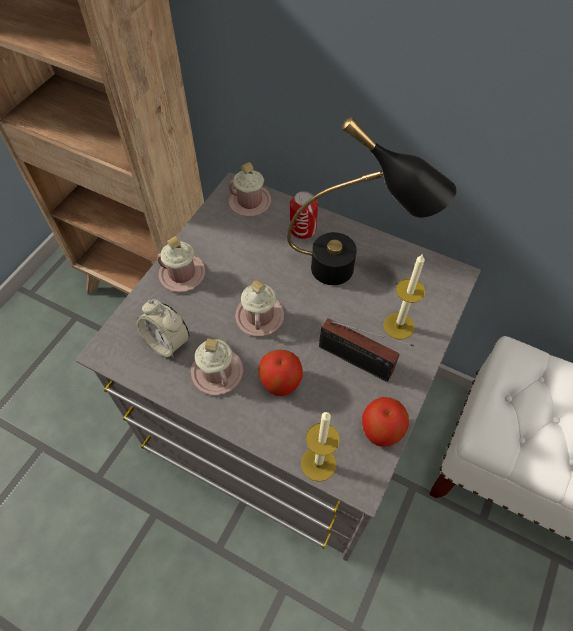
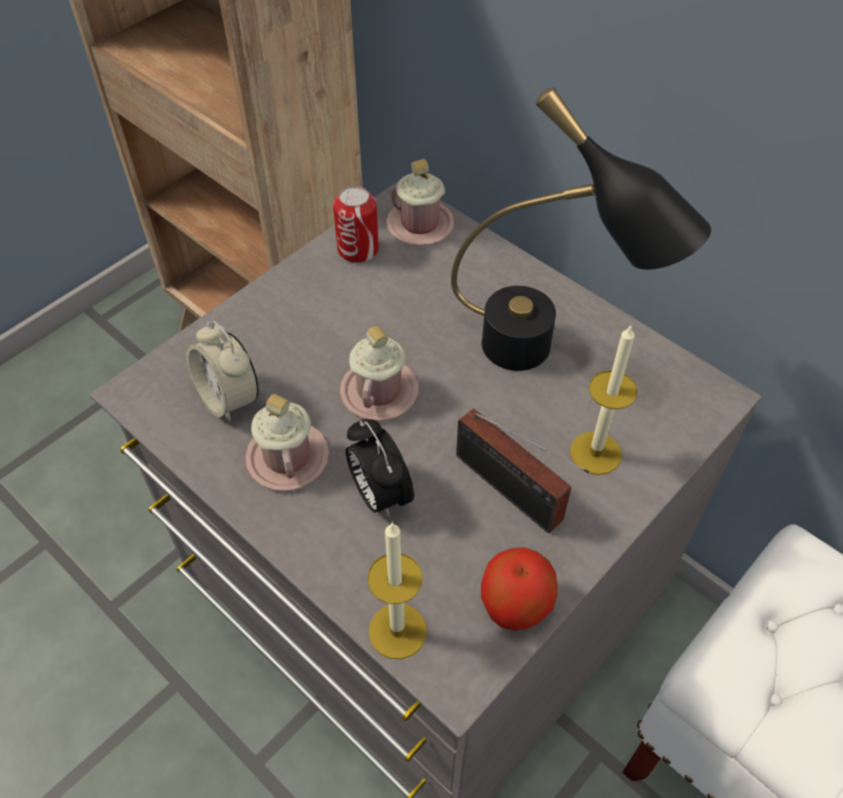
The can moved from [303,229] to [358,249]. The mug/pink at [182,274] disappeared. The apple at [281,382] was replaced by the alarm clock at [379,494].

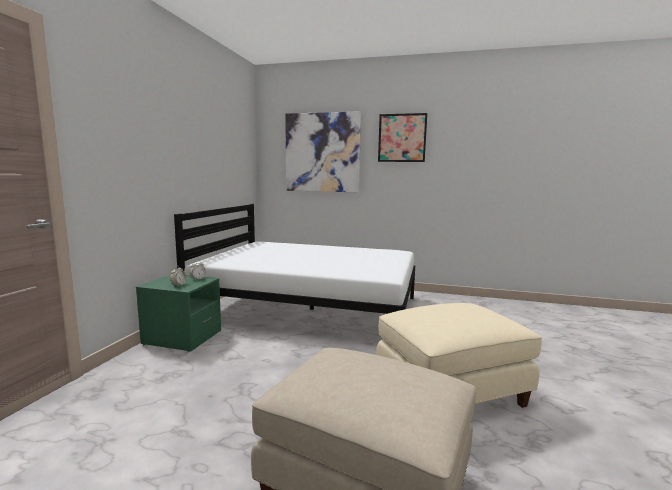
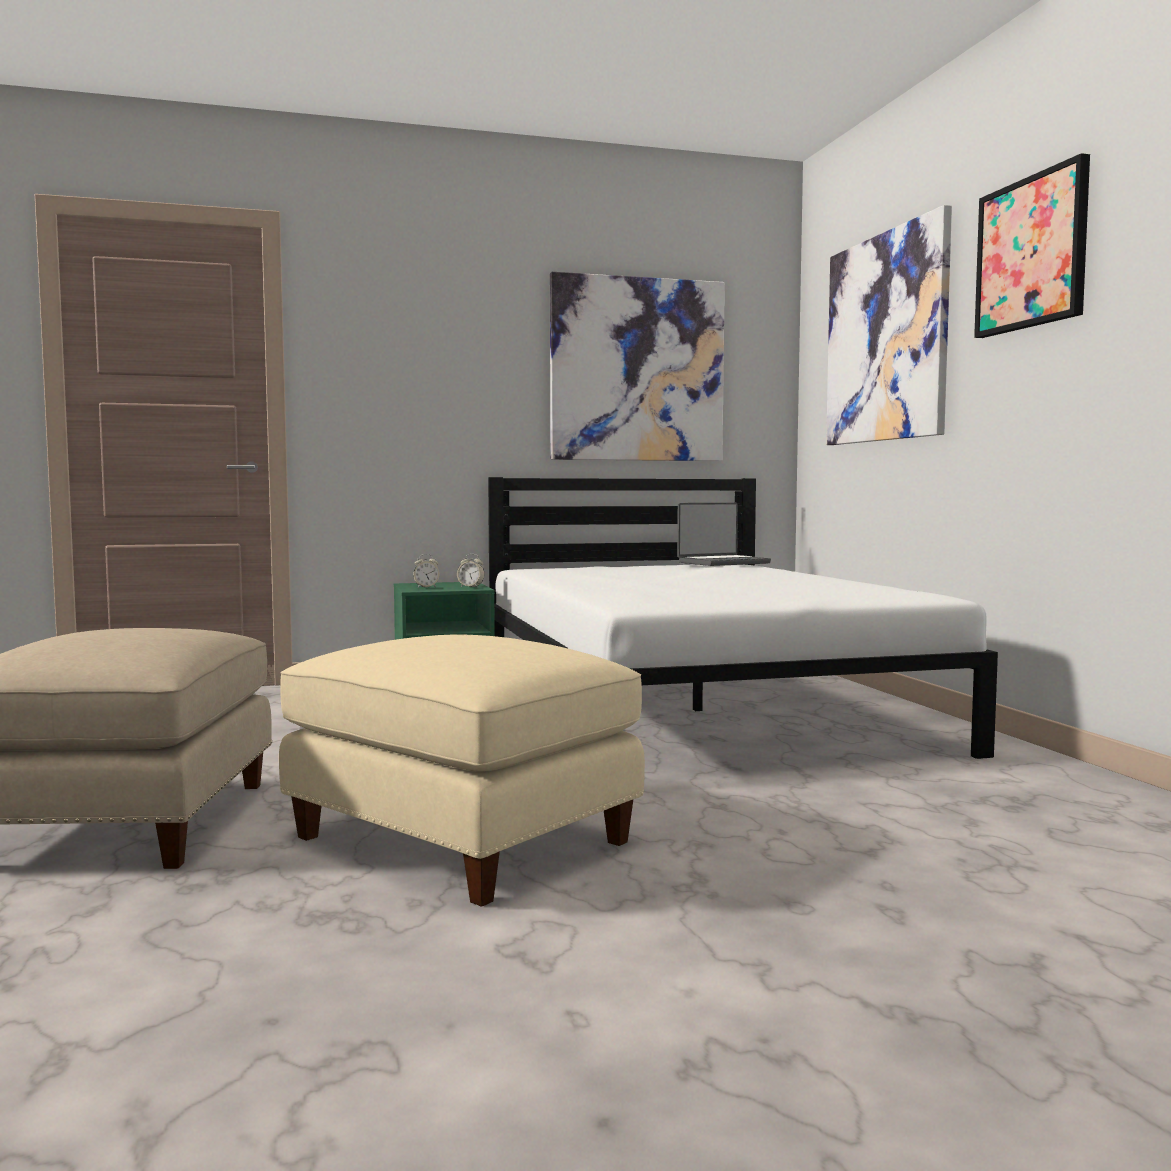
The picture at [637,370] appeared. The laptop at [722,563] appeared.

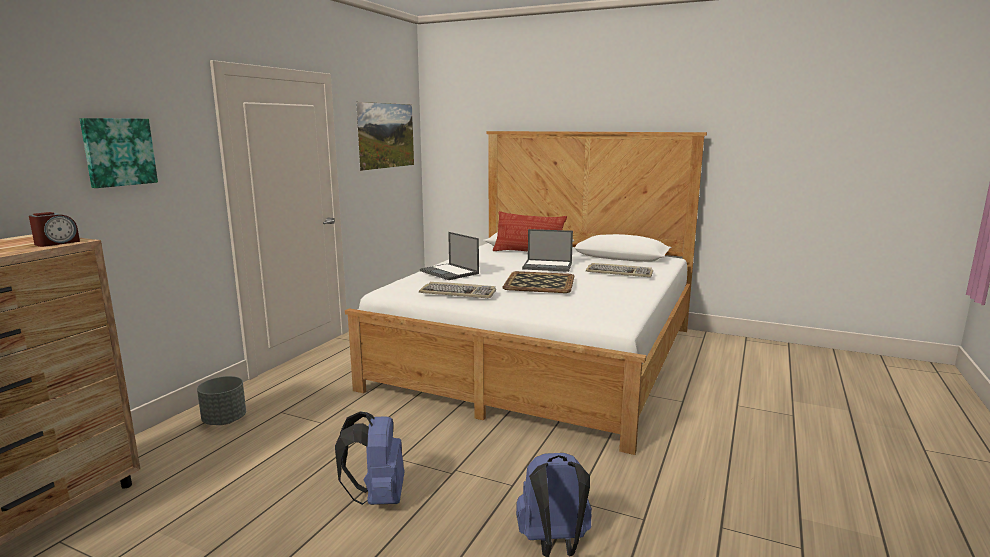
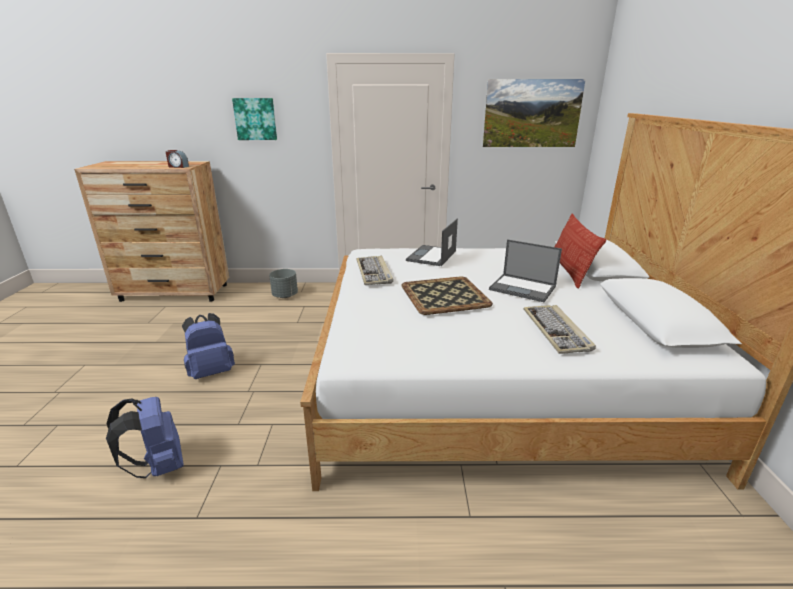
The laptop at [548,266] turned 45 degrees counterclockwise.

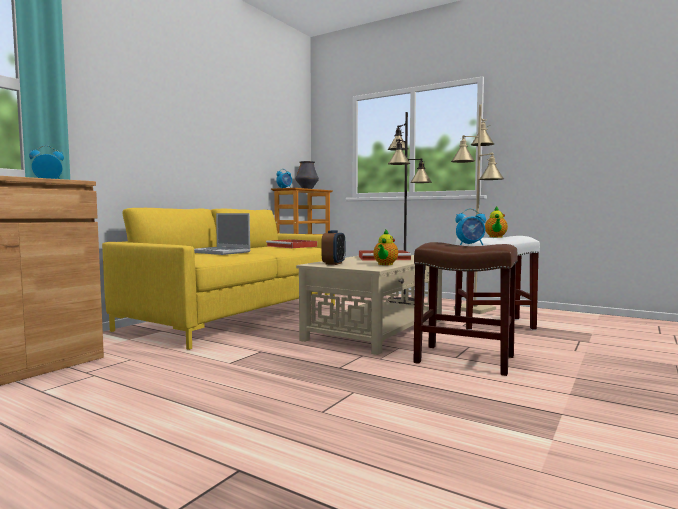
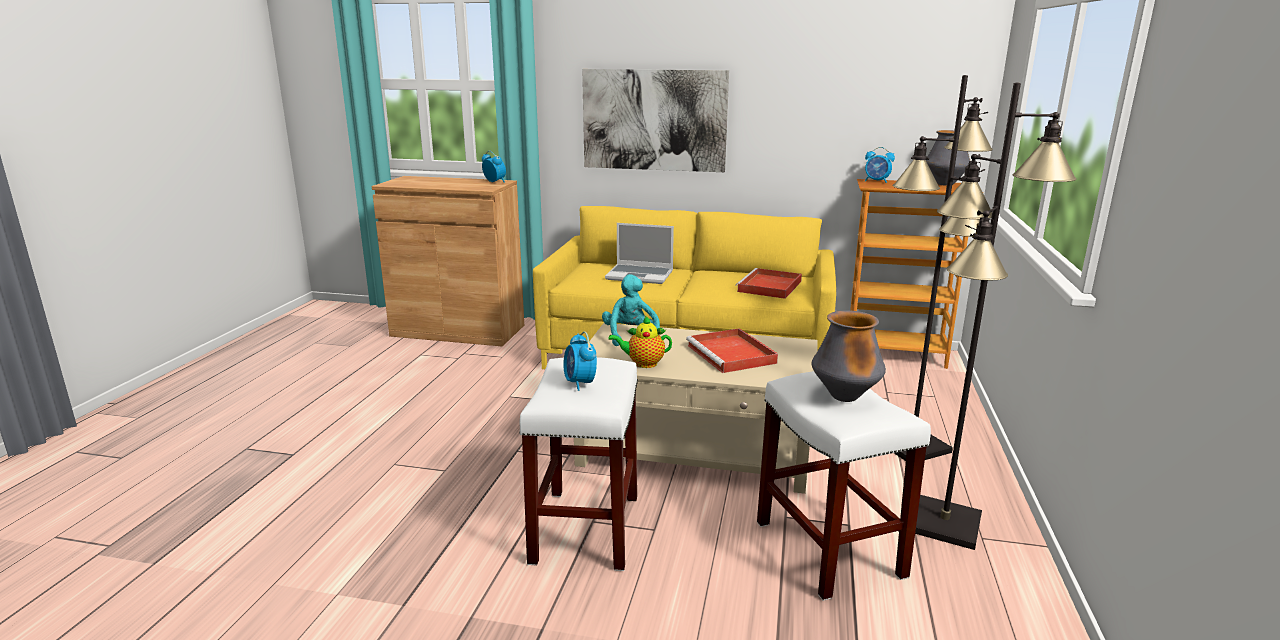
The floor lamp/beige at [475,309] became the floor lamp/black at [944,524]. The teapot at [495,237] was replaced by the vase at [845,397]. The laptop at [221,252] turned 90 degrees counterclockwise. The alarm clock at [333,263] was replaced by the plush toy/turquoise at [630,337]. The stool/brown at [465,359] became the stool/white at [586,529]. The picture at [654,120] appeared.

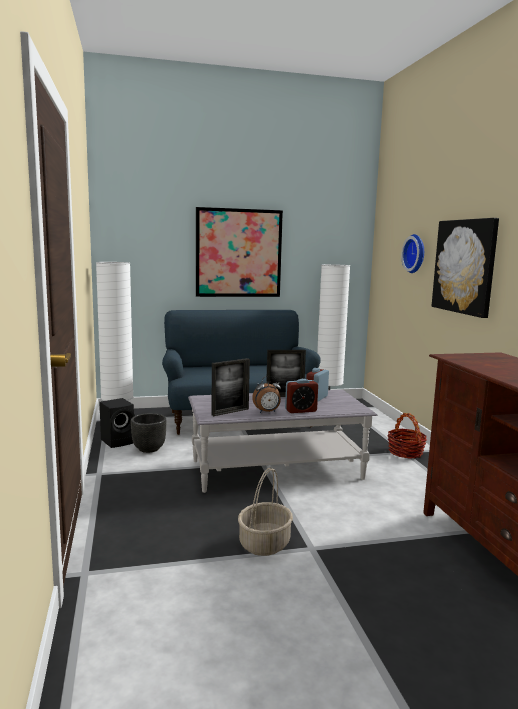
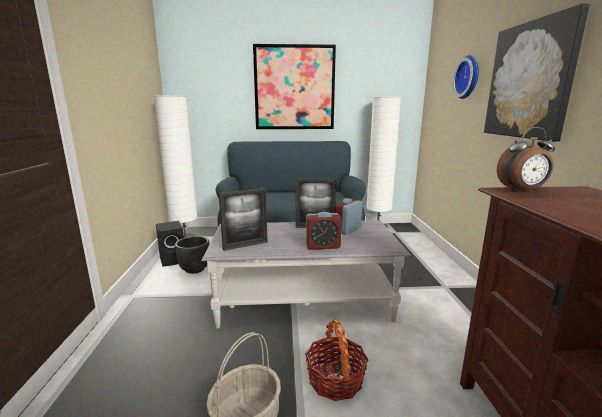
The alarm clock moved from [267,412] to [522,190]. The basket moved from [405,452] to [335,380].

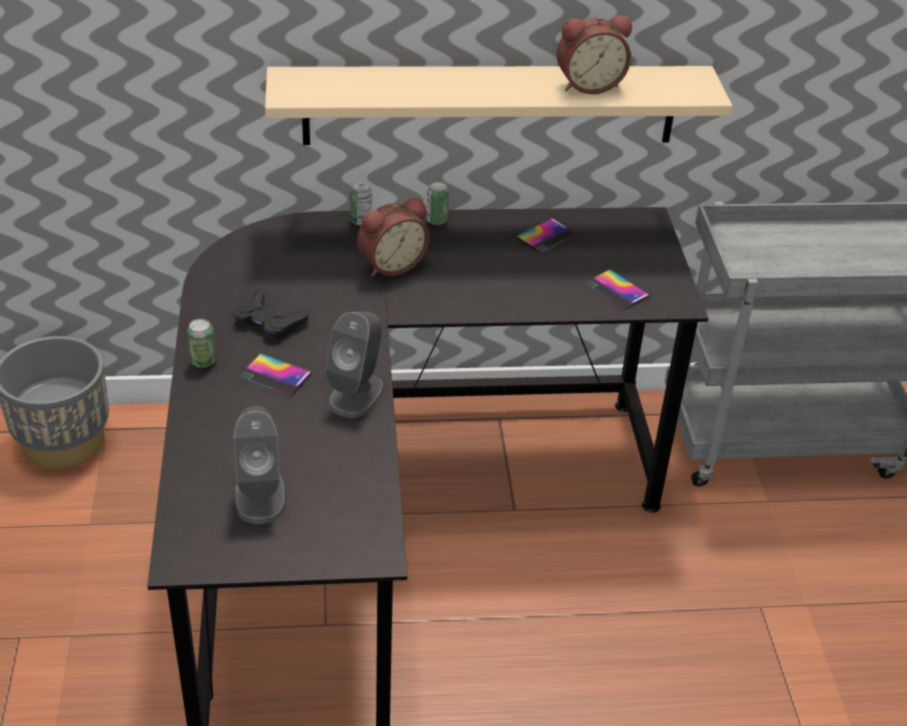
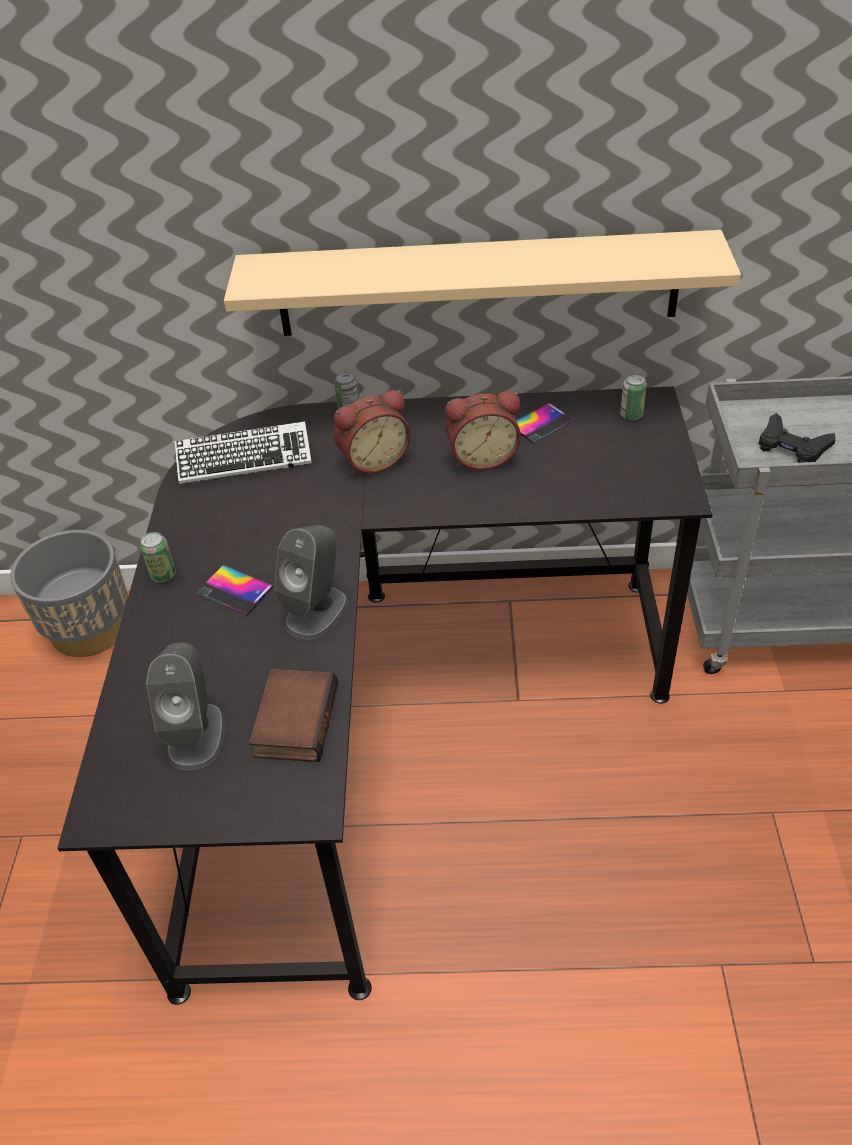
The alarm clock moved from [588,84] to [482,457]. The can moved from [436,220] to [631,415]. The phone at [616,290] disappeared. The game controller/black moved from [268,322] to [792,446]. The keyboard at [244,460] appeared. The book at [293,720] appeared.

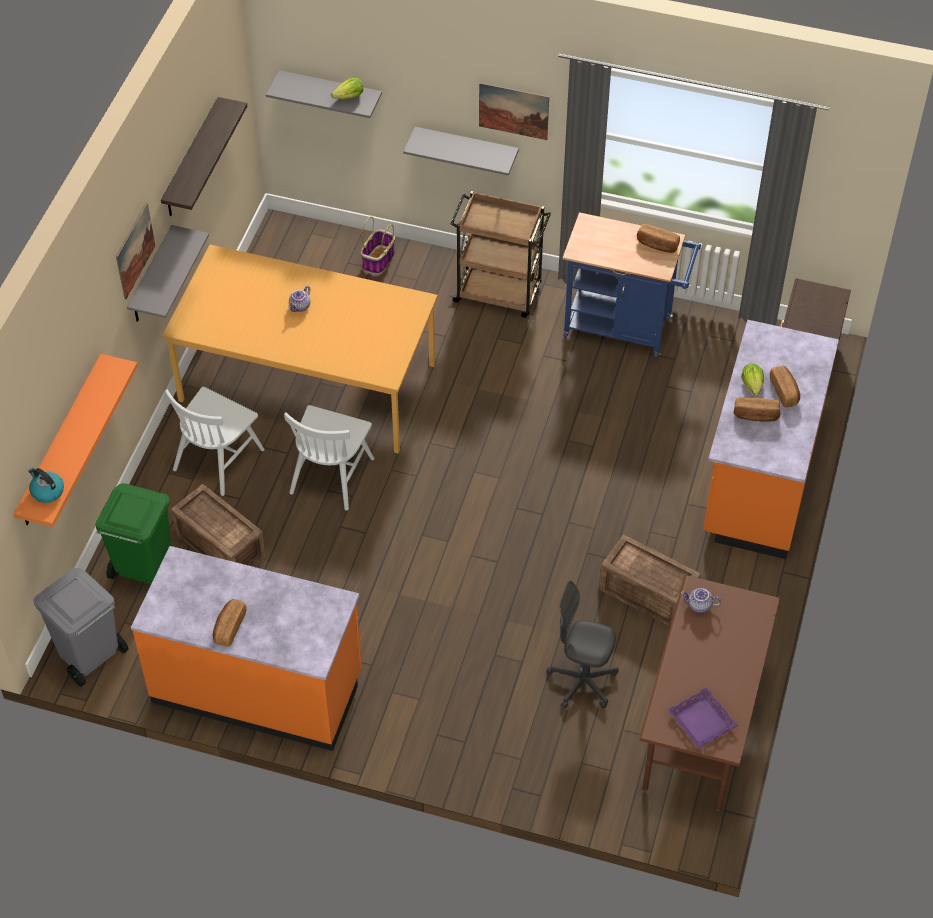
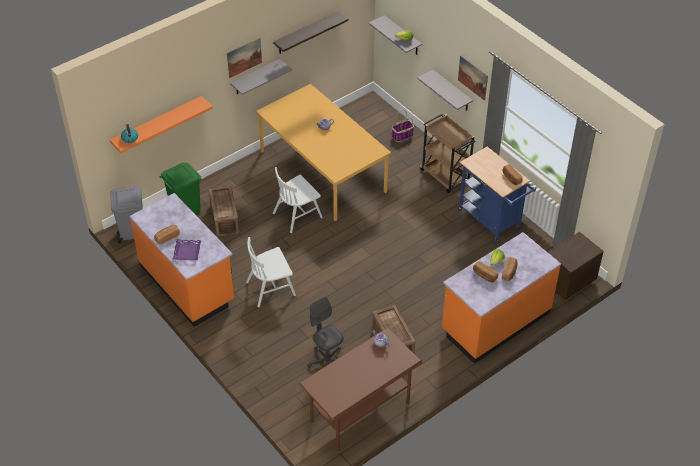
The chair/white moved from [218,459] to [271,288]. The tray/purple moved from [701,721] to [187,252].

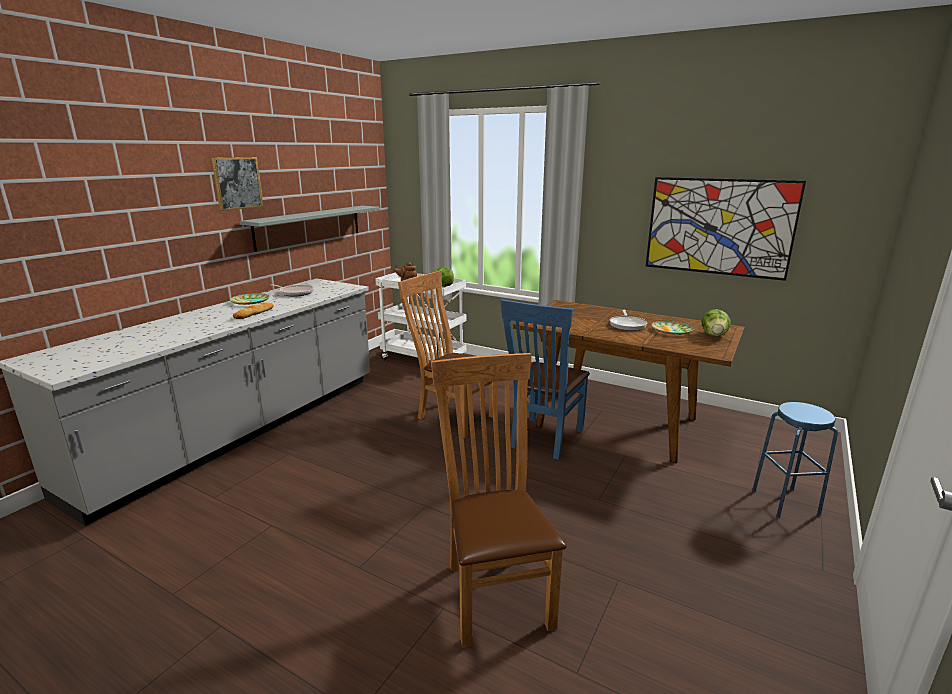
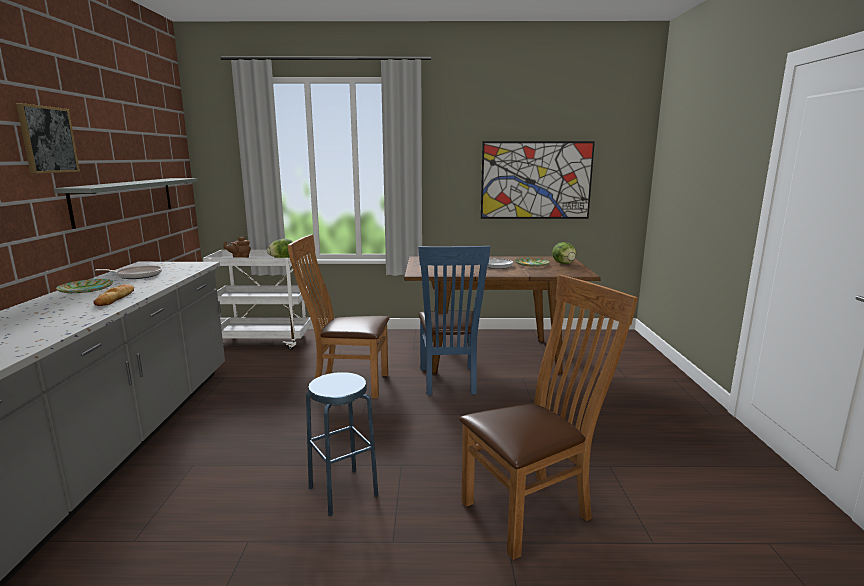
The chair/brown at [494,590] turned 105 degrees clockwise. The stool/blue moved from [785,502] to [343,491].

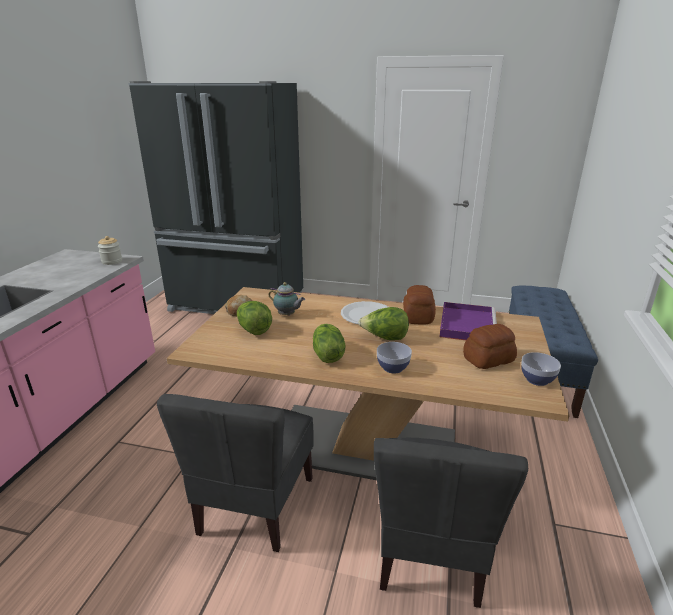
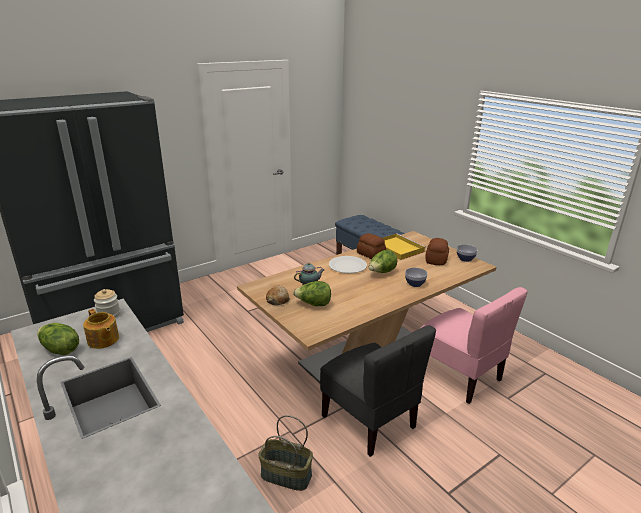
The tray/purple at [466,324] became the tray/yellow at [397,248]. The lettuce moved from [327,355] to [60,350]. The chair/grey at [429,551] became the chair/pink at [460,376]. The teapot at [103,340] appeared. The basket at [285,476] appeared.

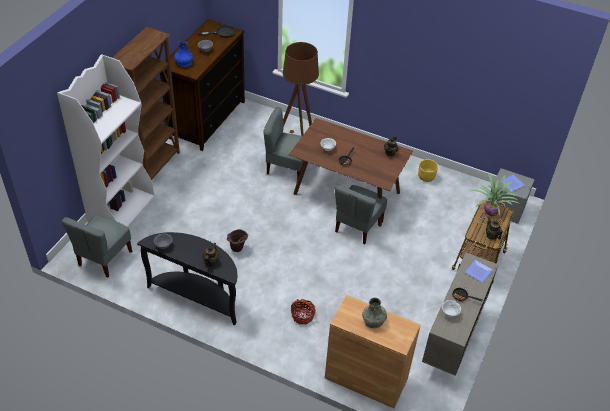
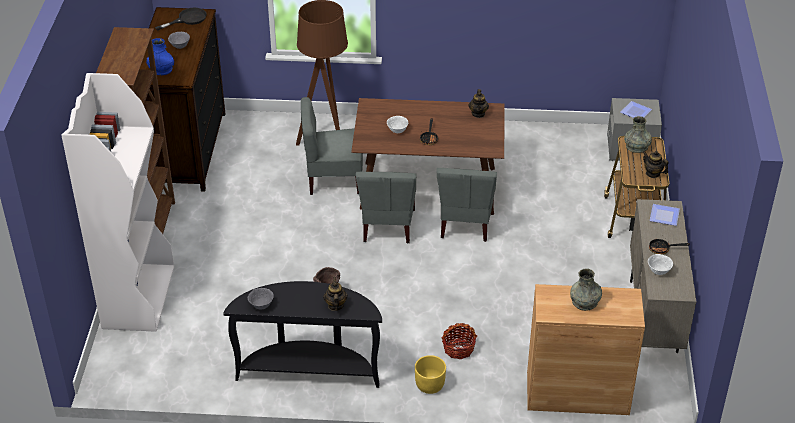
The planter/yellow moved from [426,177] to [430,385]. The potted plant at [491,211] was replaced by the vase/grey at [637,147]. The chair/grey moved from [104,258] to [387,226].

